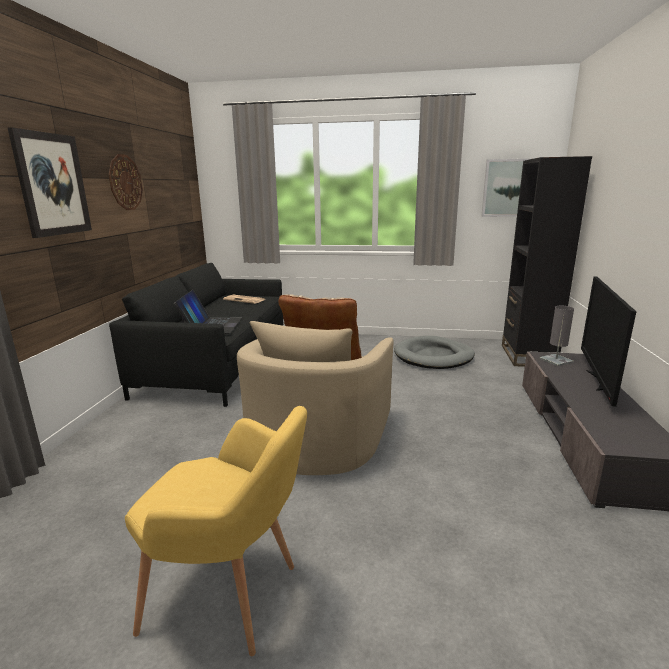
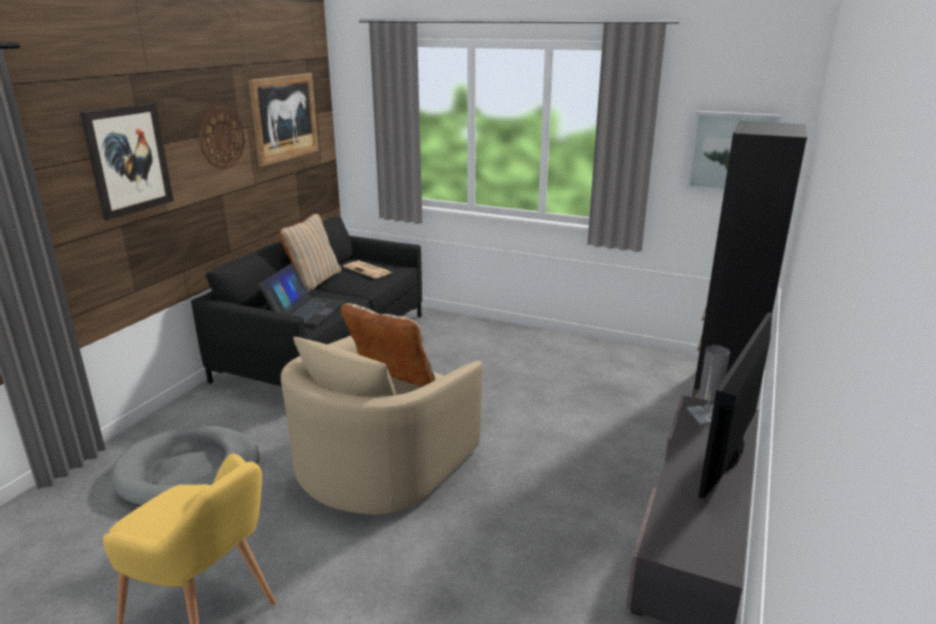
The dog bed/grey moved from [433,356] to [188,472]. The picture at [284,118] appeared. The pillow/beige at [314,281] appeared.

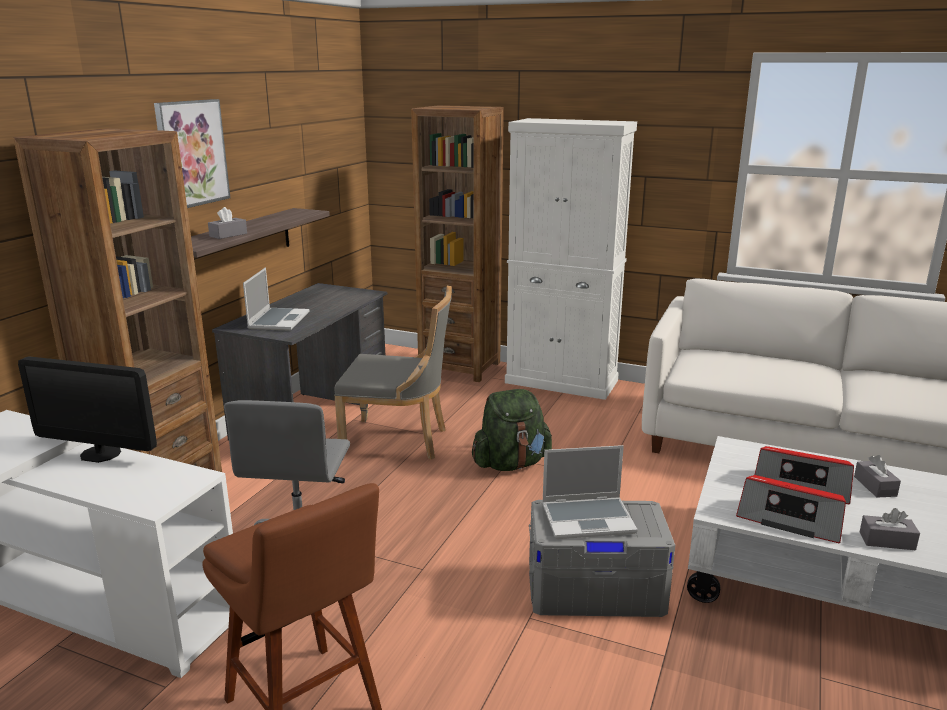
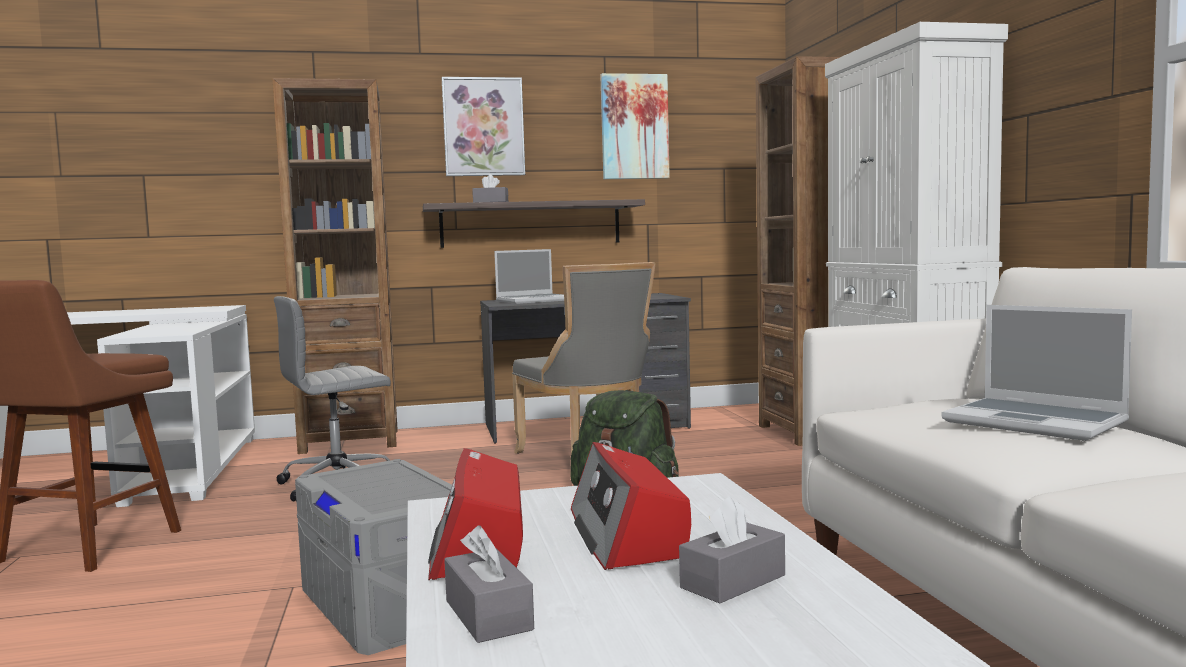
The monitor at [100,454] disappeared. The laptop moved from [588,518] to [1036,422]. The picture at [634,127] appeared.

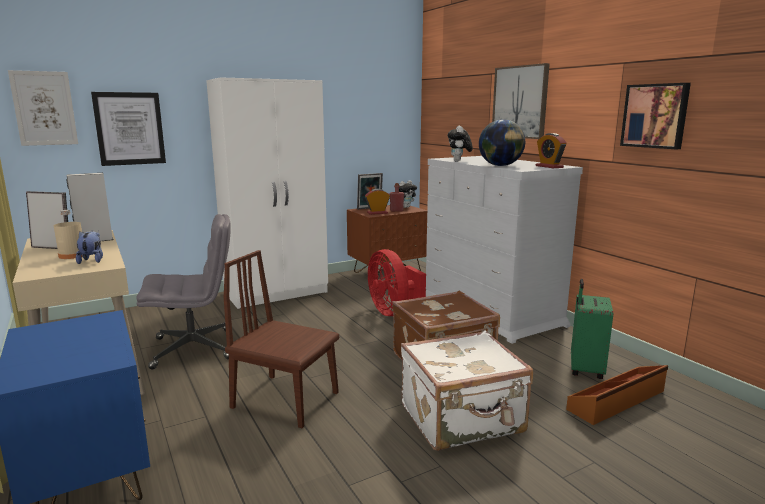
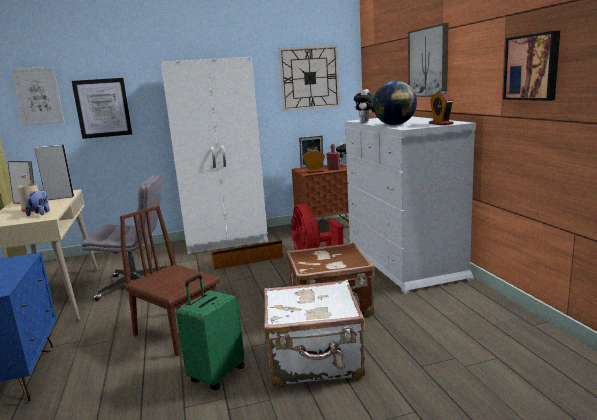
The suitcase/green moved from [584,369] to [216,375]. The storage box/brown moved from [617,401] to [247,260]. The wall clock at [309,78] appeared.

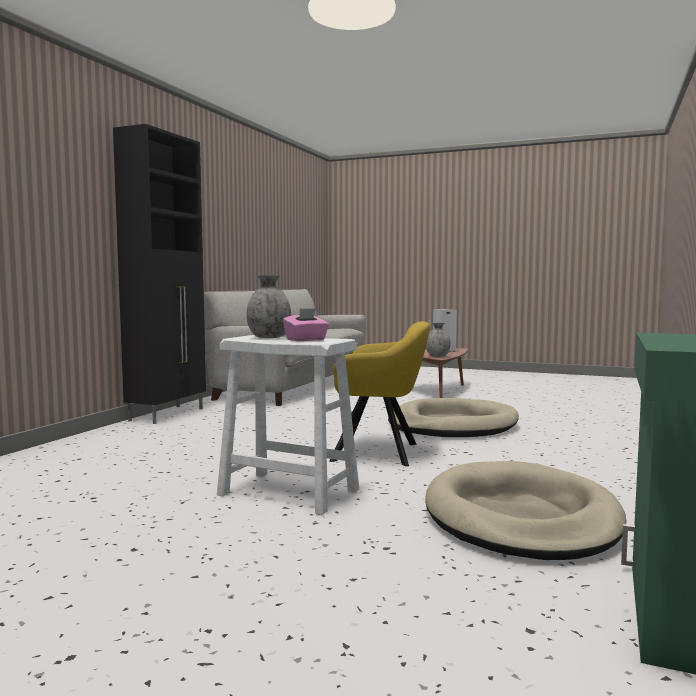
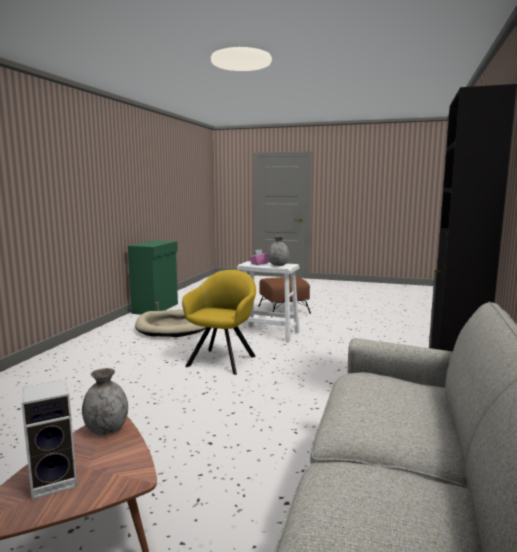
The armchair/yellow at [381,452] turned 105 degrees clockwise. The dog bed/beige at [452,425] disappeared. The ottoman/brown at [284,310] appeared.

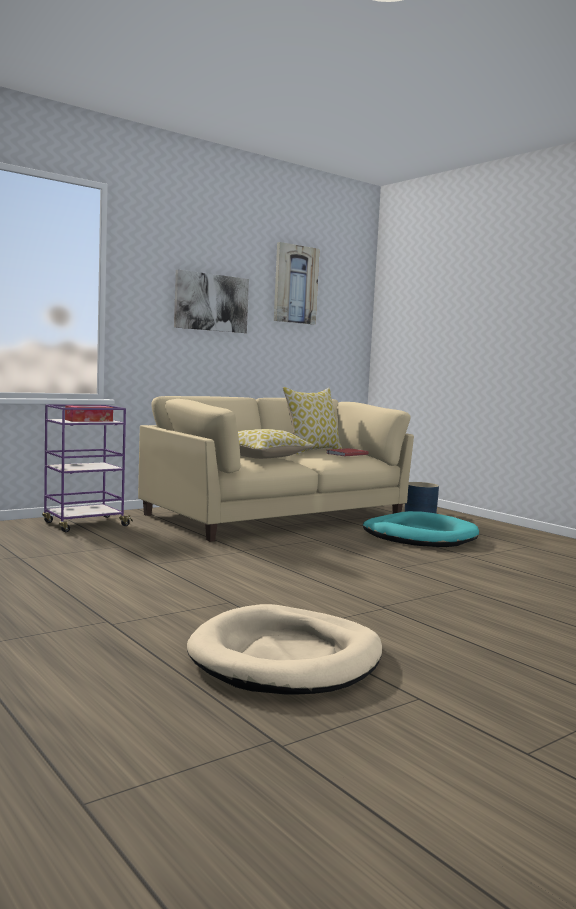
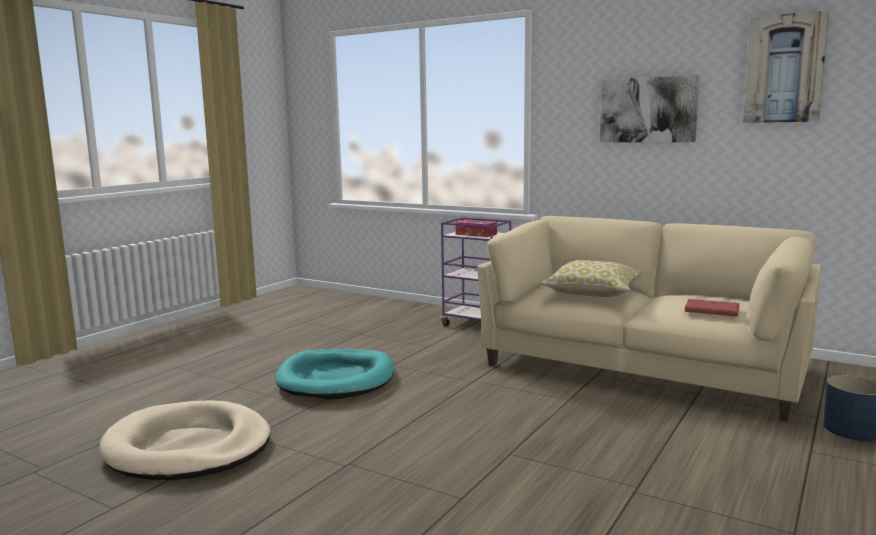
The pillow at [312,451] disappeared. The dog bed/turquoise moved from [419,536] to [336,379].

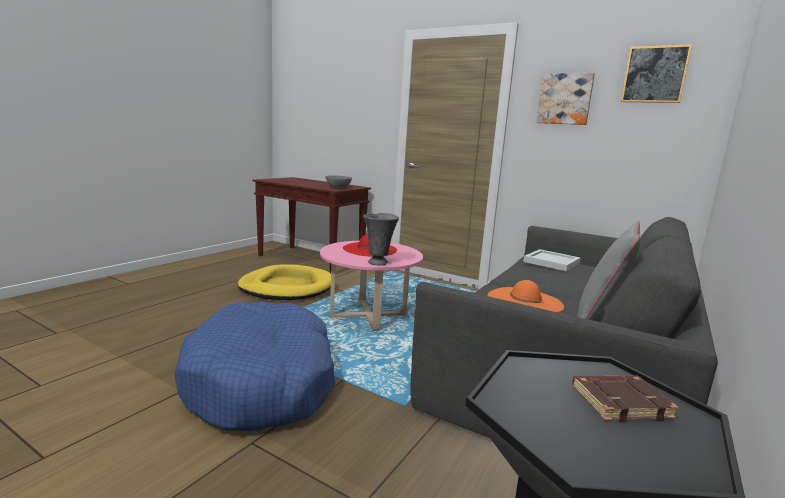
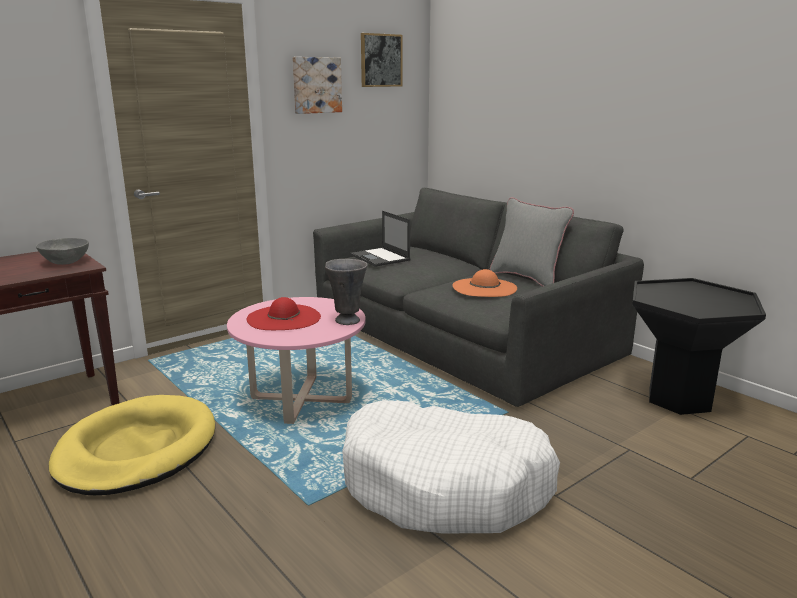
The tray/white at [552,262] was replaced by the laptop at [380,257]. The dog bed/blue at [262,382] became the dog bed/white at [445,485]. The book/brown at [620,402] disappeared.

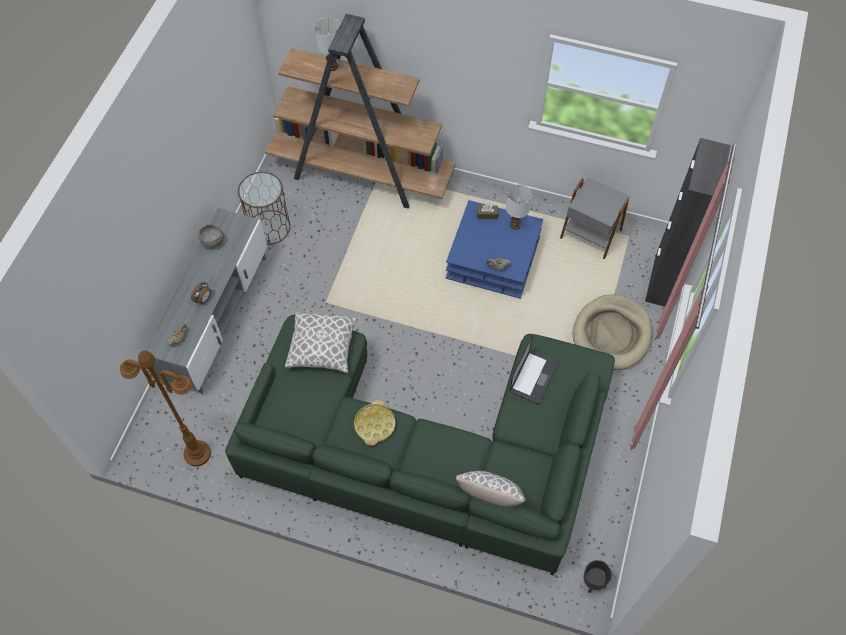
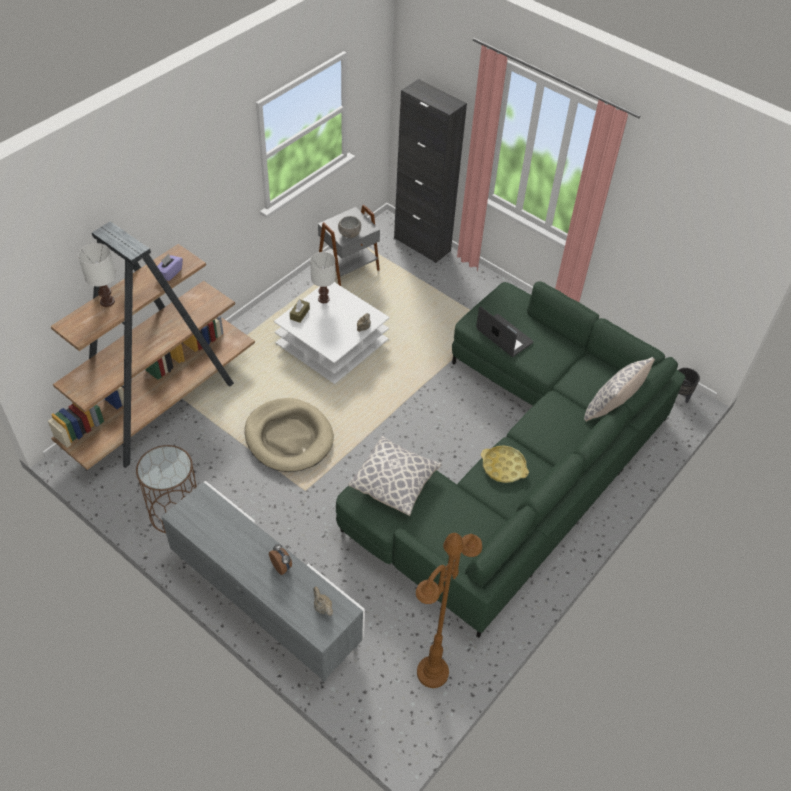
The coffee table/blue at [493,258] became the coffee table/white at [332,342]. The bowl/grey moved from [213,242] to [350,234]. The dog bed/beige moved from [612,334] to [289,437]. The tissue box/purple at [170,273] appeared.

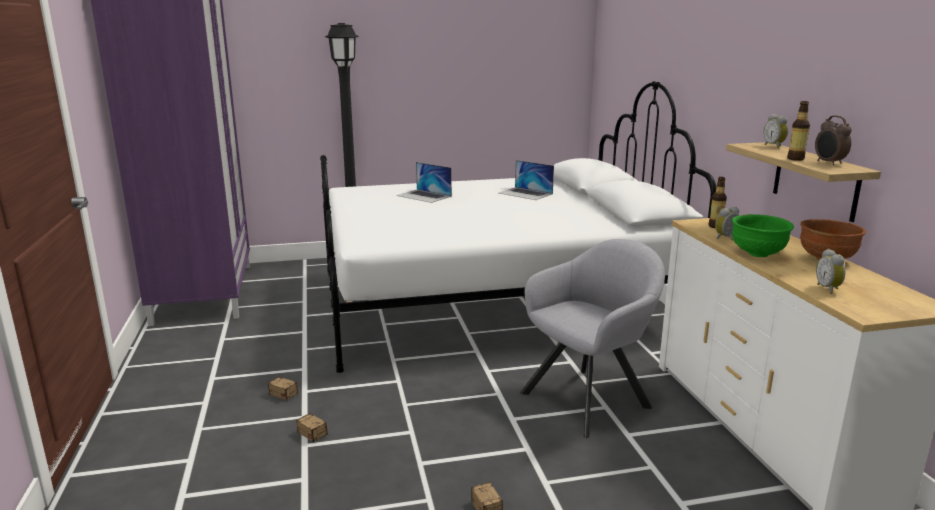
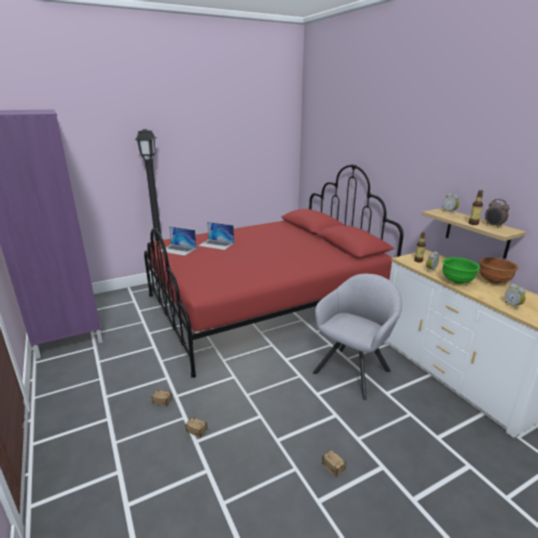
The bed/white at [493,301] became the bed/red at [265,305]. The laptop moved from [525,193] to [178,249].

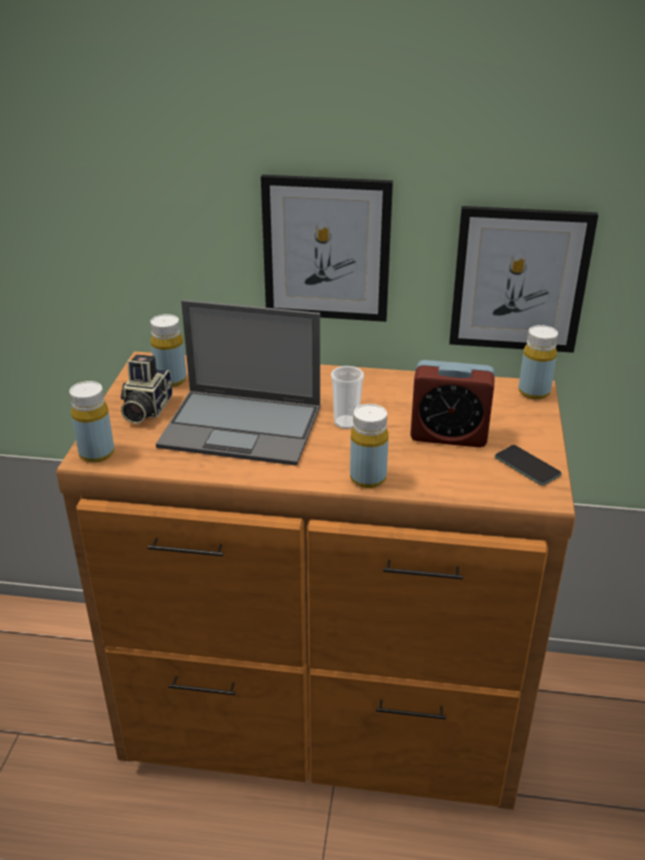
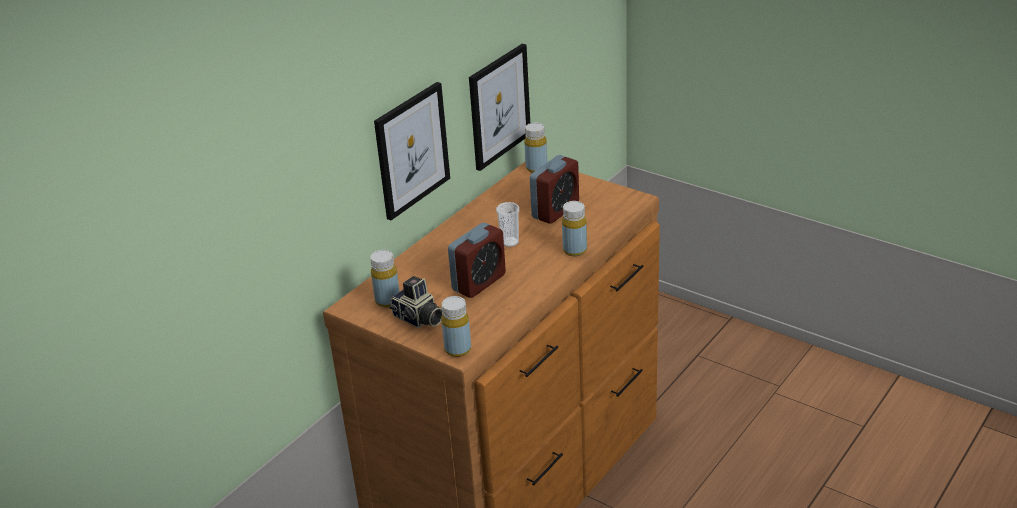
The laptop at [243,427] was replaced by the alarm clock at [479,282]. The phone at [527,466] disappeared.

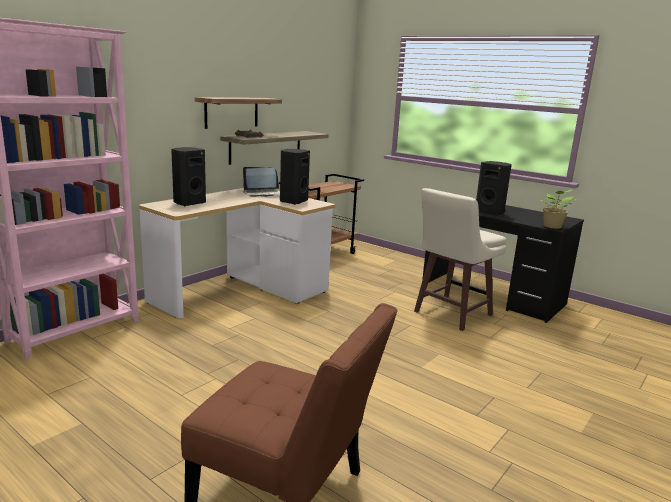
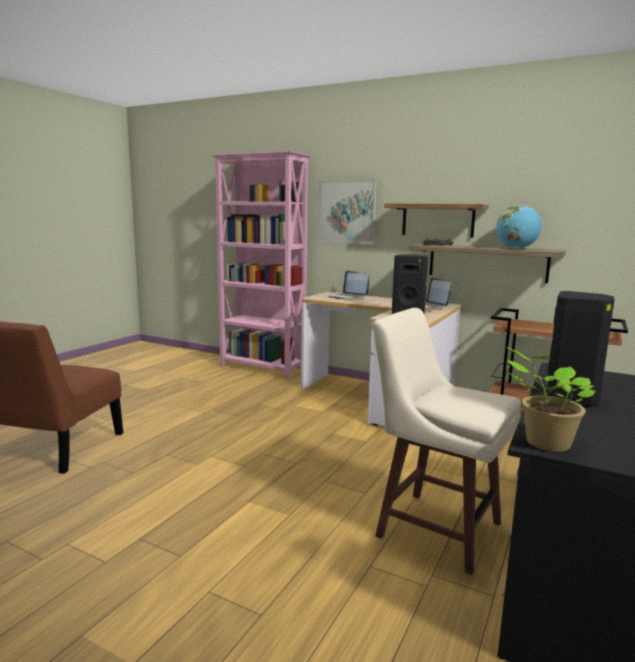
The speaker/black at [189,203] was replaced by the laptop at [348,297]. The picture at [347,211] appeared. The globe at [516,248] appeared.

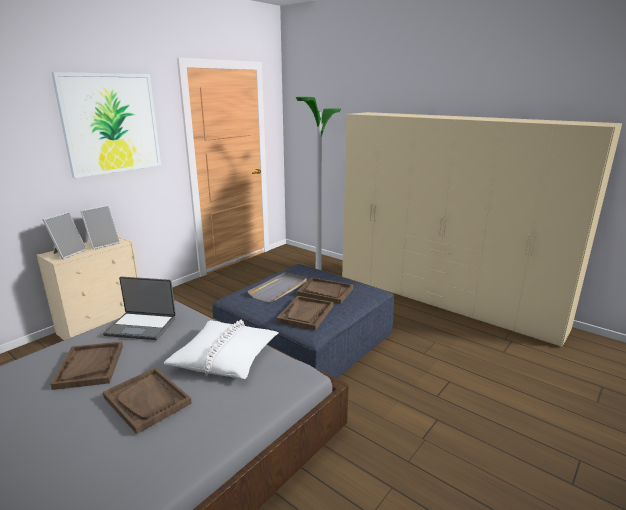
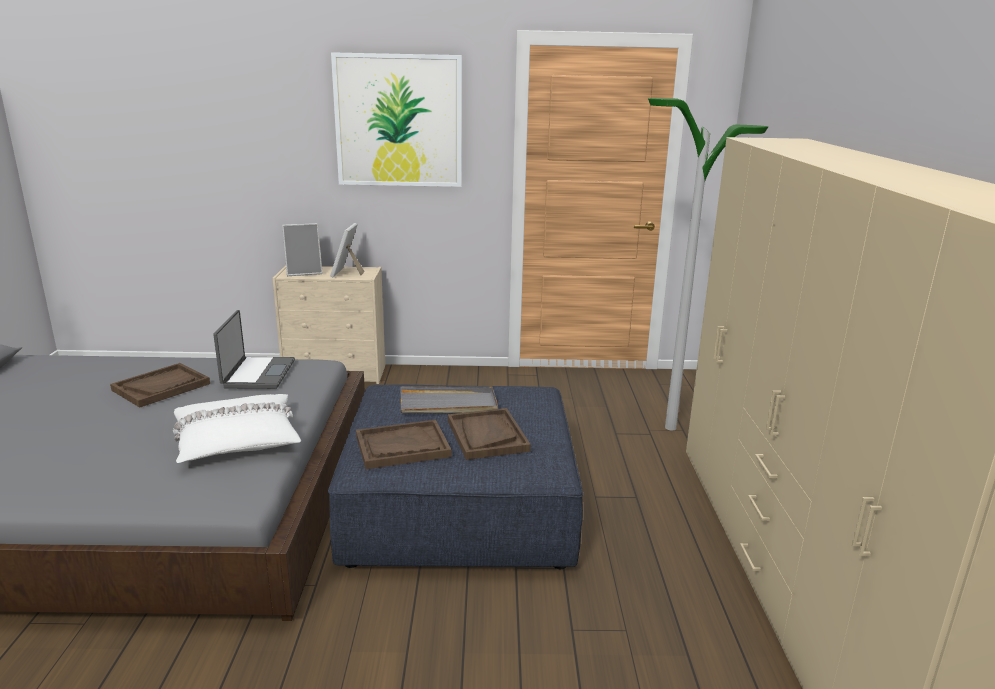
The picture frame at [103,244] turned 90 degrees clockwise. The laptop at [142,326] turned 150 degrees counterclockwise. The tray/brown at [147,400] disappeared.

